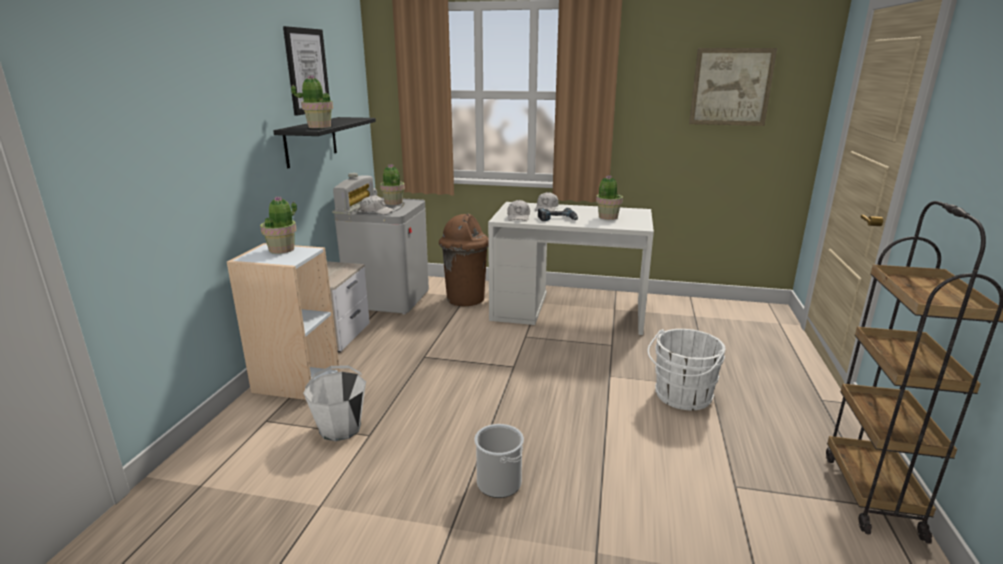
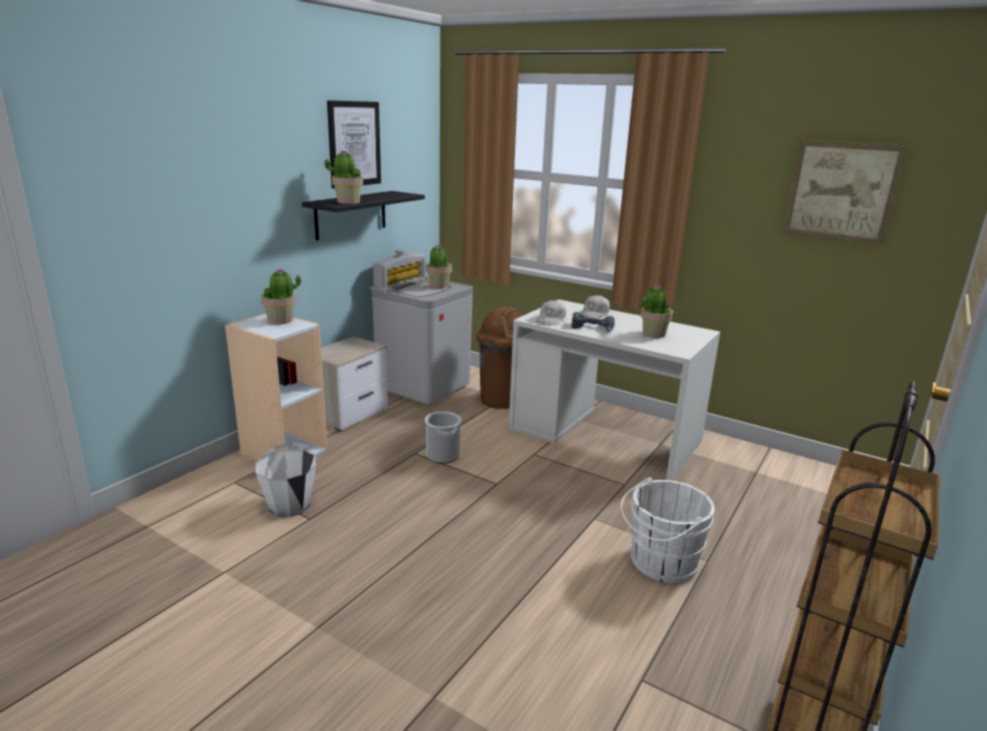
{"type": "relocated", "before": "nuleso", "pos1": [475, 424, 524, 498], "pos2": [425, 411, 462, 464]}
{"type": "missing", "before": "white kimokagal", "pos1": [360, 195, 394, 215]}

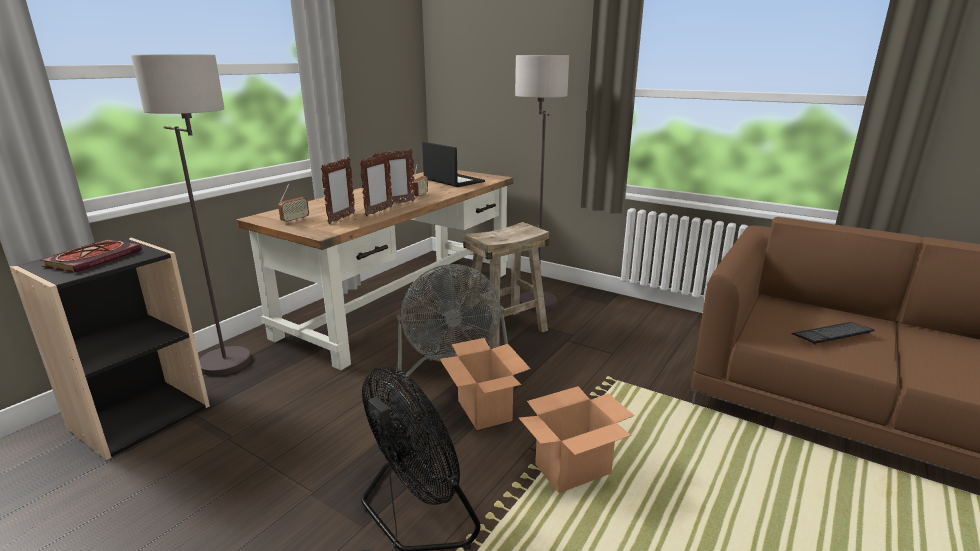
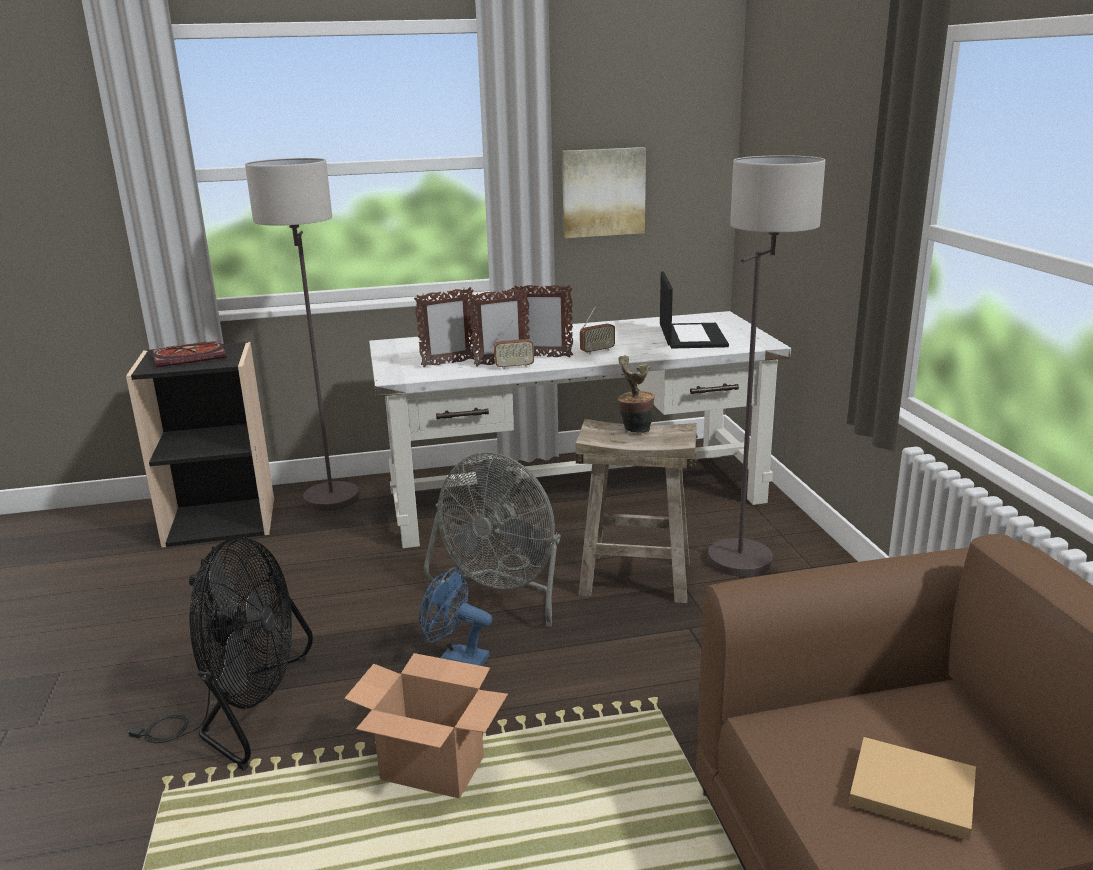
{"type": "colour", "before": "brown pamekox", "after": "white pamekox", "pos1": [236, 170, 514, 370], "pos2": [369, 311, 791, 548]}
{"type": "exchanged", "before": "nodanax", "after": "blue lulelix", "pos1": [440, 338, 531, 430], "pos2": [419, 567, 492, 666]}
{"type": "relocated", "before": "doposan", "pos1": [278, 184, 309, 223], "pos2": [494, 320, 534, 370]}
{"type": "appeared", "after": "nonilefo", "pos2": [562, 147, 646, 238]}
{"type": "appeared", "after": "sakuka", "pos2": [618, 355, 655, 433]}
{"type": "exchanged", "before": "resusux", "after": "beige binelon", "pos1": [791, 322, 874, 345], "pos2": [849, 737, 976, 840]}

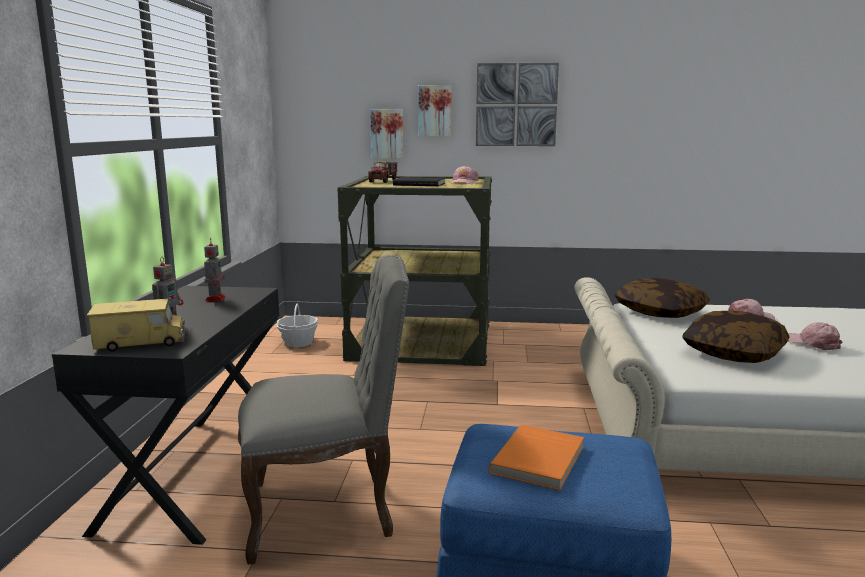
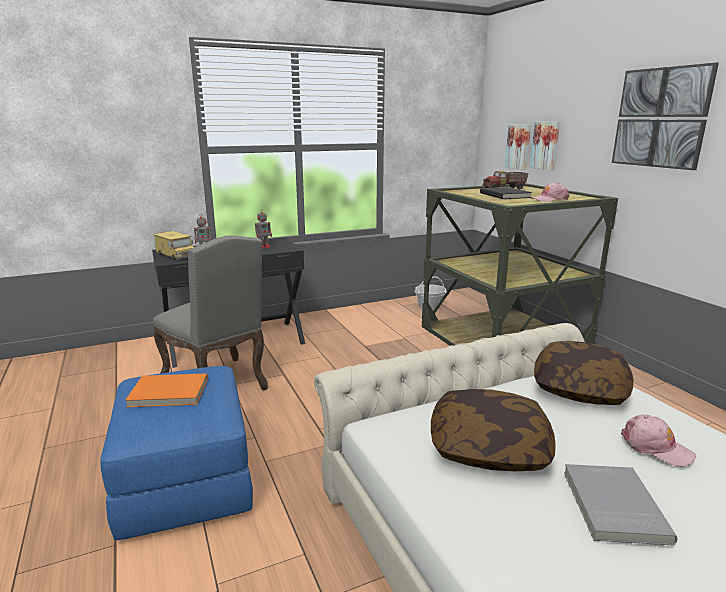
{"type": "relocated", "before": "nonilefo", "pos1": [419, 85, 452, 136], "pos2": [505, 124, 531, 170]}
{"type": "exchanged", "before": "pink kimokagal", "after": "grey binelon", "pos1": [788, 322, 843, 350], "pos2": [564, 464, 678, 546]}

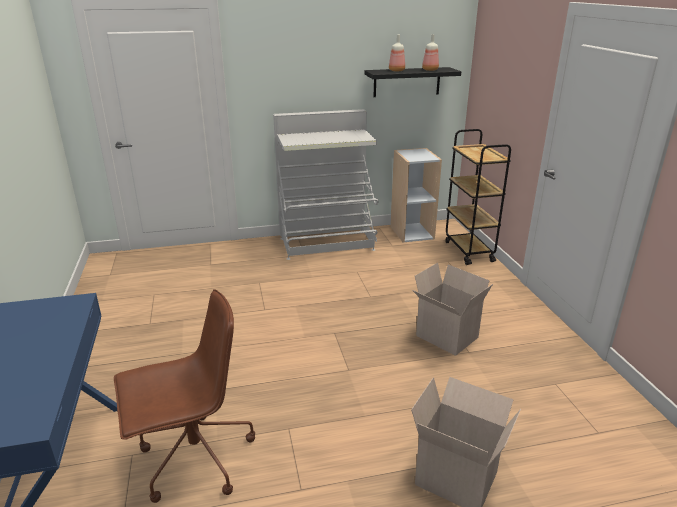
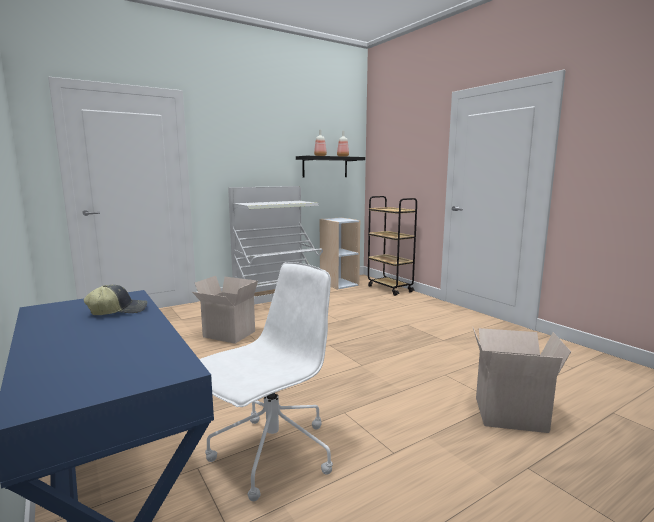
{"type": "appeared", "after": "kimokagal", "pos2": [84, 285, 147, 315]}
{"type": "relocated", "before": "nodanax", "pos1": [412, 263, 493, 356], "pos2": [192, 276, 258, 344]}
{"type": "colour", "before": "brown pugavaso", "after": "white pugavaso", "pos1": [114, 289, 255, 503], "pos2": [199, 262, 333, 501]}

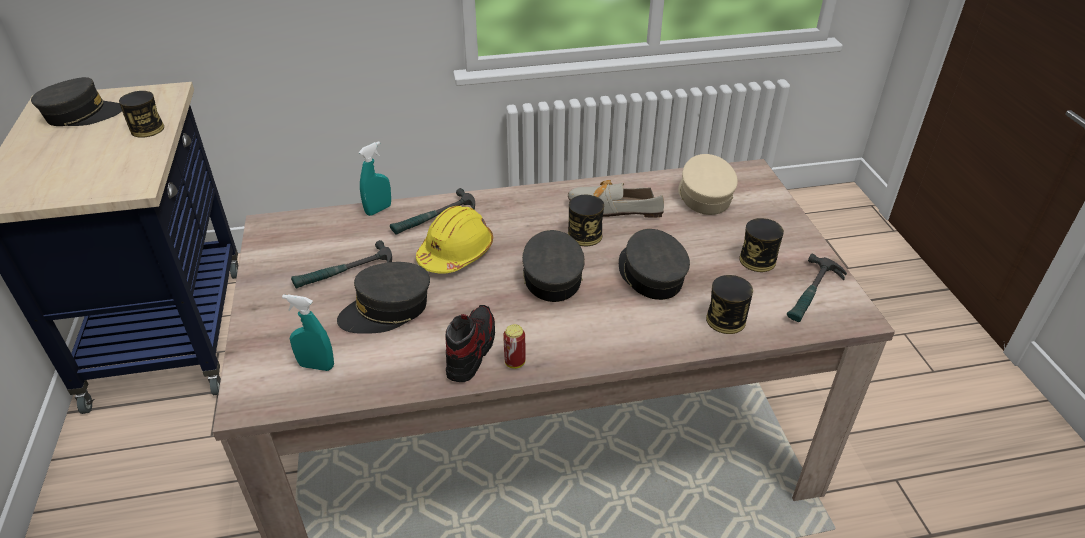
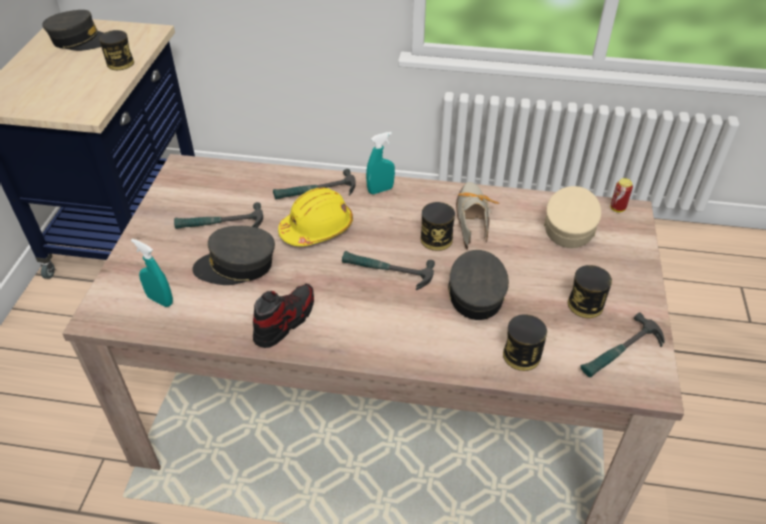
{"type": "exchanged", "before": "grey kimokagal", "after": "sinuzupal", "pos1": [522, 230, 585, 302], "pos2": [342, 251, 435, 290]}
{"type": "relocated", "before": "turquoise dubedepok", "pos1": [359, 141, 391, 216], "pos2": [366, 132, 395, 194]}
{"type": "spun", "before": "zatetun", "pos1": [568, 180, 664, 218], "pos2": [456, 182, 500, 250], "turn": 60}
{"type": "relocated", "before": "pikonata", "pos1": [503, 324, 526, 369], "pos2": [610, 178, 633, 212]}

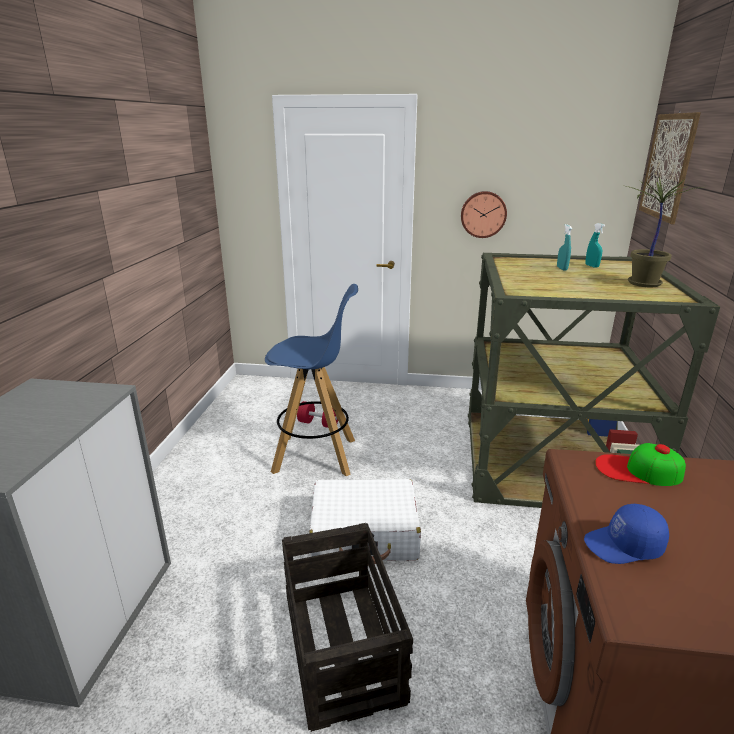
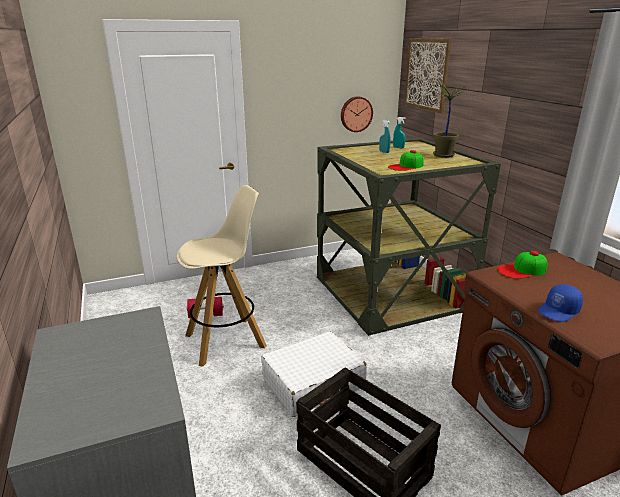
{"type": "colour", "before": "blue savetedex", "after": "beige savetedex", "pos1": [265, 284, 358, 476], "pos2": [177, 185, 267, 367]}
{"type": "relocated", "before": "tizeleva", "pos1": [461, 191, 507, 238], "pos2": [341, 96, 373, 132]}
{"type": "appeared", "after": "kimokagal", "pos2": [388, 150, 423, 171]}

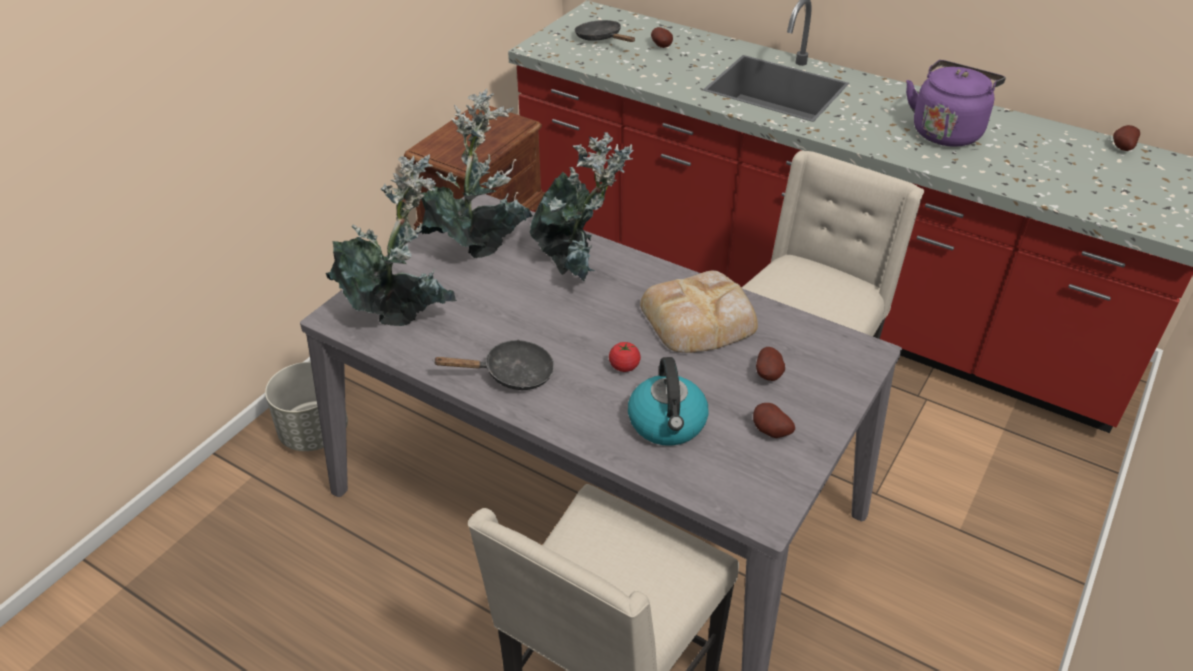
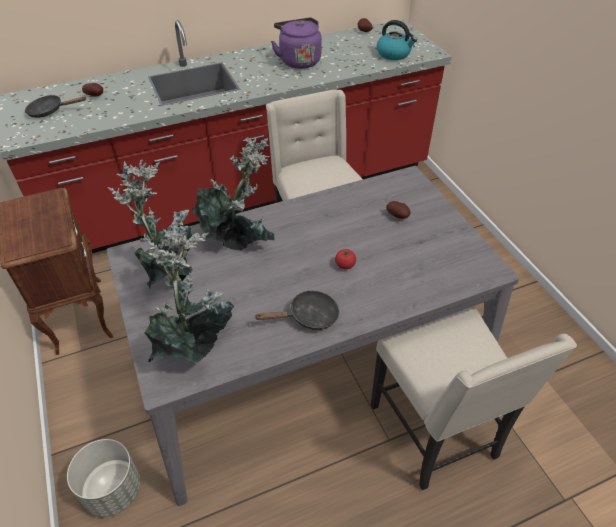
{"type": "spun", "before": "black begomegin", "pos1": [432, 339, 554, 390], "pos2": [254, 290, 340, 330], "turn": 45}
{"type": "relocated", "before": "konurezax", "pos1": [628, 357, 709, 446], "pos2": [377, 20, 417, 60]}
{"type": "missing", "before": "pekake", "pos1": [640, 270, 758, 353]}
{"type": "missing", "before": "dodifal", "pos1": [753, 403, 795, 438]}

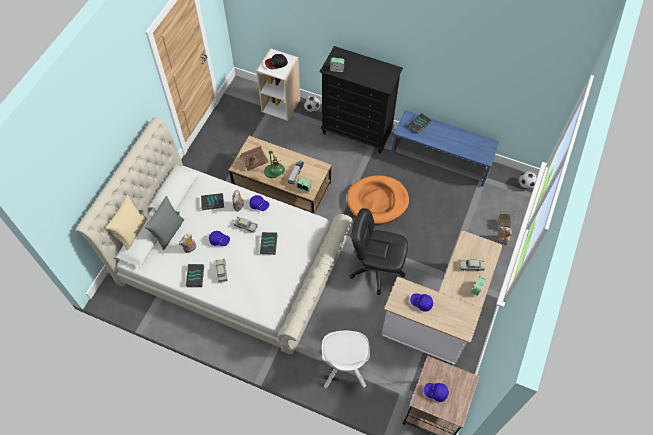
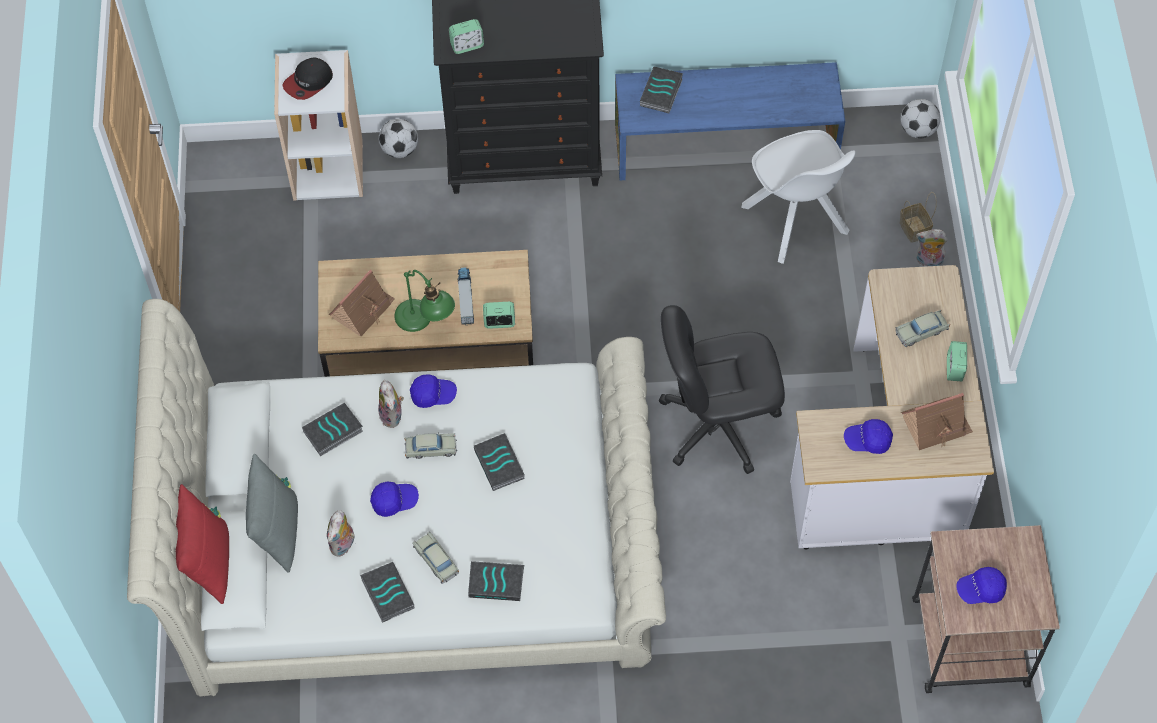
{"type": "colour", "before": "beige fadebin", "after": "red fadebin", "pos1": [106, 195, 148, 251], "pos2": [176, 484, 229, 604]}
{"type": "appeared", "after": "binelon", "pos2": [468, 561, 524, 601]}
{"type": "relocated", "before": "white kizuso", "pos1": [322, 330, 370, 388], "pos2": [741, 130, 855, 264]}
{"type": "appeared", "after": "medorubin", "pos2": [901, 393, 973, 450]}
{"type": "missing", "before": "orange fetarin", "pos1": [347, 175, 409, 224]}

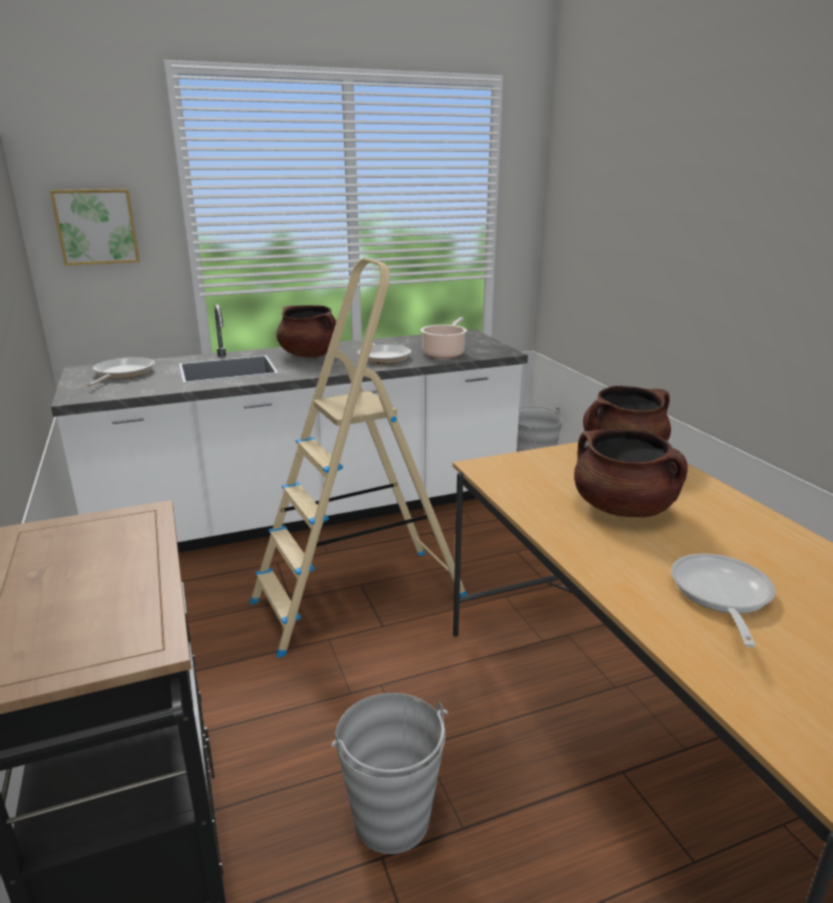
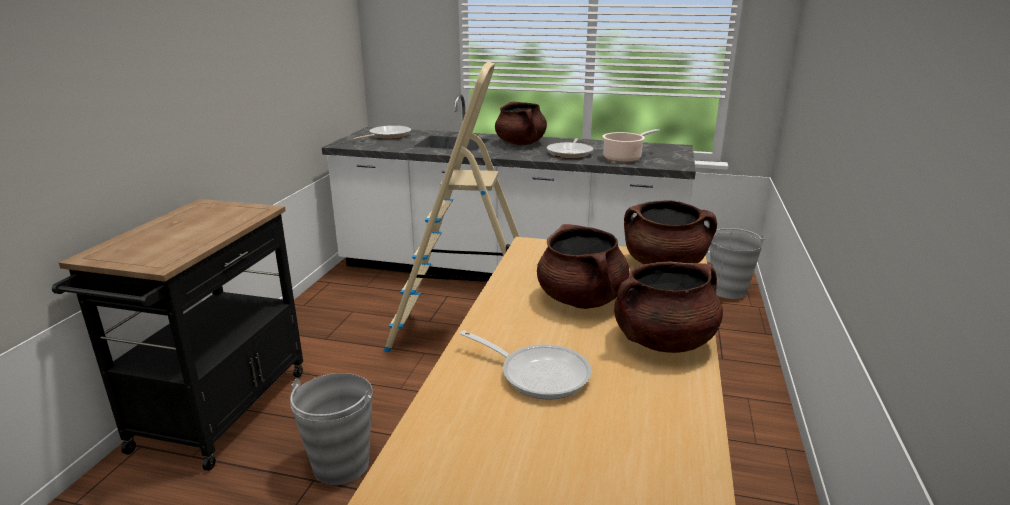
{"type": "spun", "before": "begomegin", "pos1": [671, 553, 775, 647], "pos2": [460, 330, 591, 400], "turn": 75}
{"type": "appeared", "after": "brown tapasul", "pos2": [614, 261, 723, 353]}
{"type": "missing", "before": "nonilefo", "pos1": [50, 189, 140, 266]}

